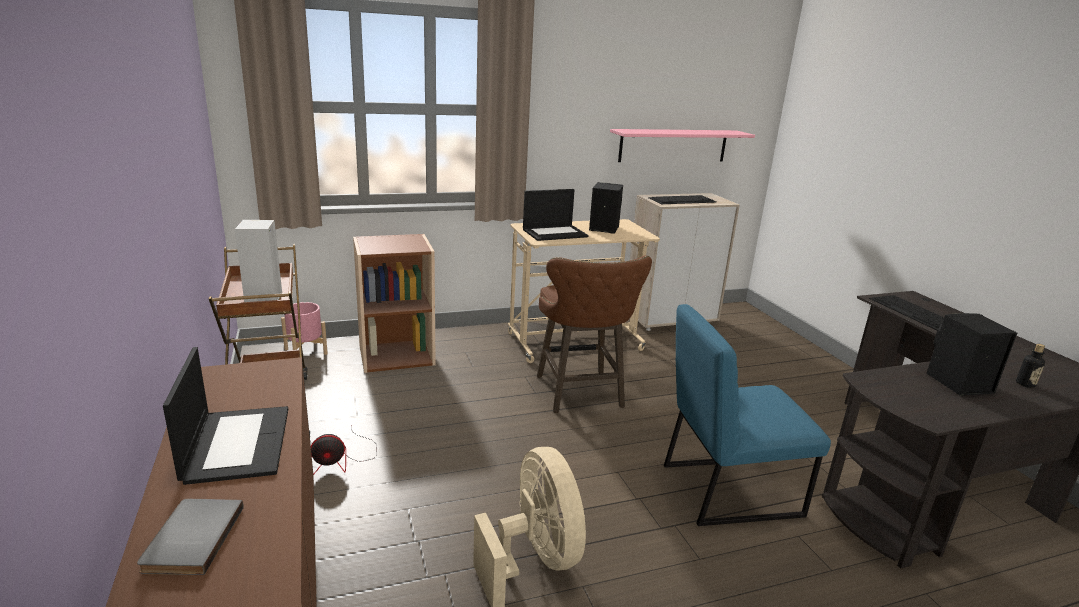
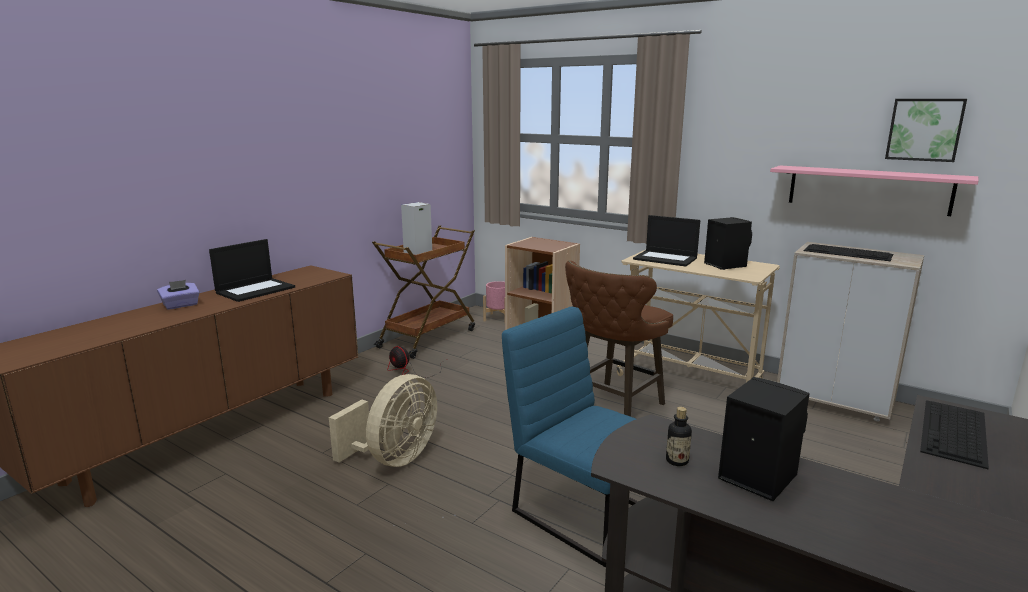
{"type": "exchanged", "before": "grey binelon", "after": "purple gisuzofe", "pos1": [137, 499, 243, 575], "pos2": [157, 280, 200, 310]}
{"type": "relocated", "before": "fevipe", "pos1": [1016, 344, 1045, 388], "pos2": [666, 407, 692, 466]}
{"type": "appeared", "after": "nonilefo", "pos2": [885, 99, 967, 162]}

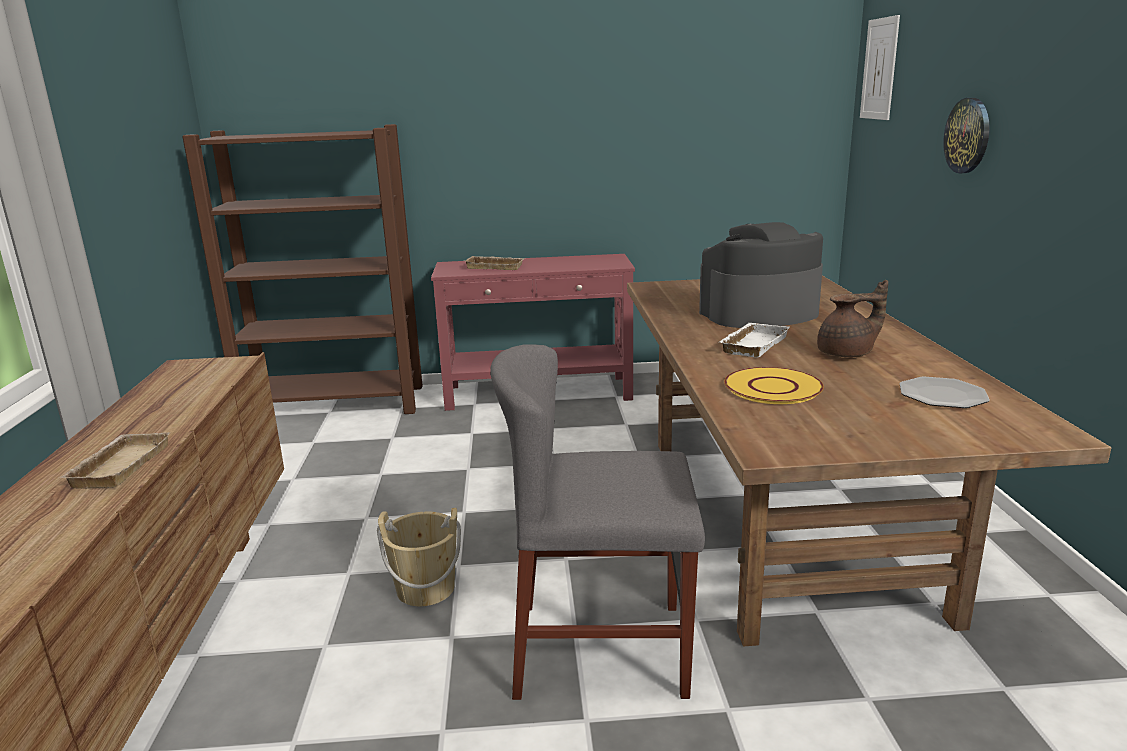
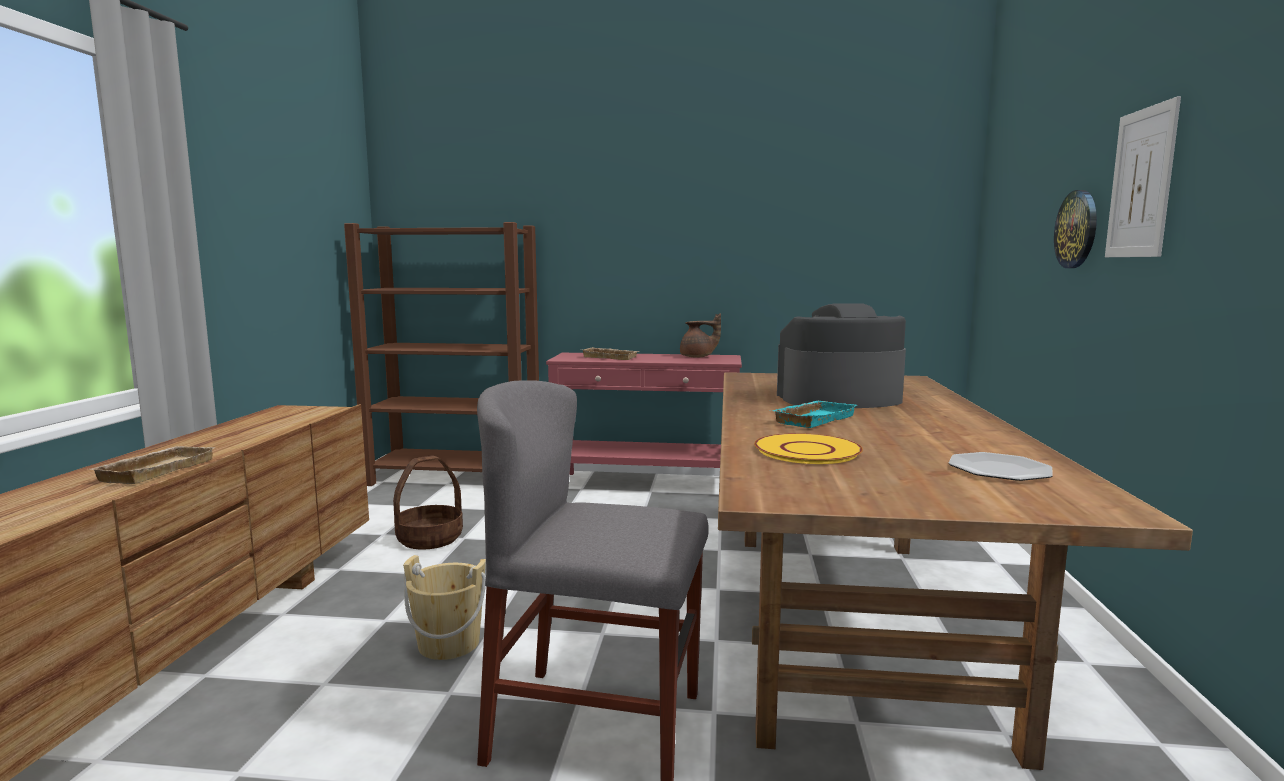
{"type": "appeared", "after": "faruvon", "pos2": [393, 455, 463, 550]}
{"type": "relocated", "before": "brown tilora", "pos1": [817, 280, 888, 357], "pos2": [680, 313, 721, 357]}
{"type": "colour", "before": "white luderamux", "after": "turquoise luderamux", "pos1": [719, 323, 790, 358], "pos2": [770, 401, 857, 428]}
{"type": "relocated", "before": "nonilefo", "pos1": [860, 15, 900, 120], "pos2": [1105, 96, 1181, 257]}

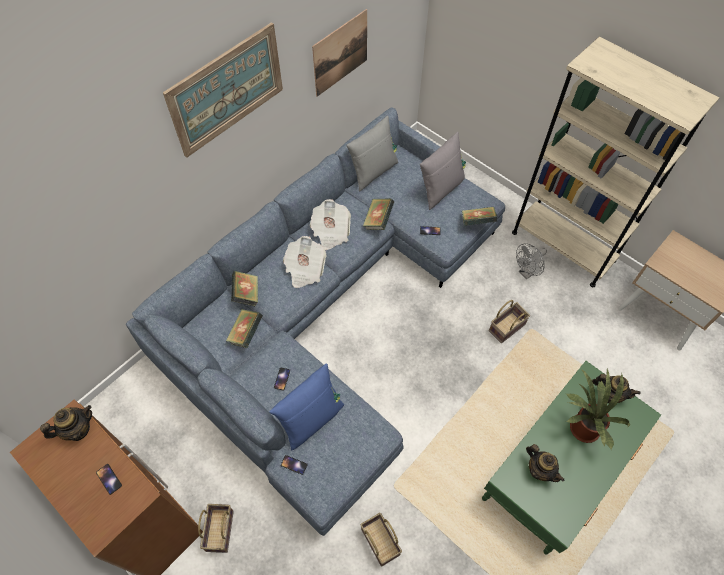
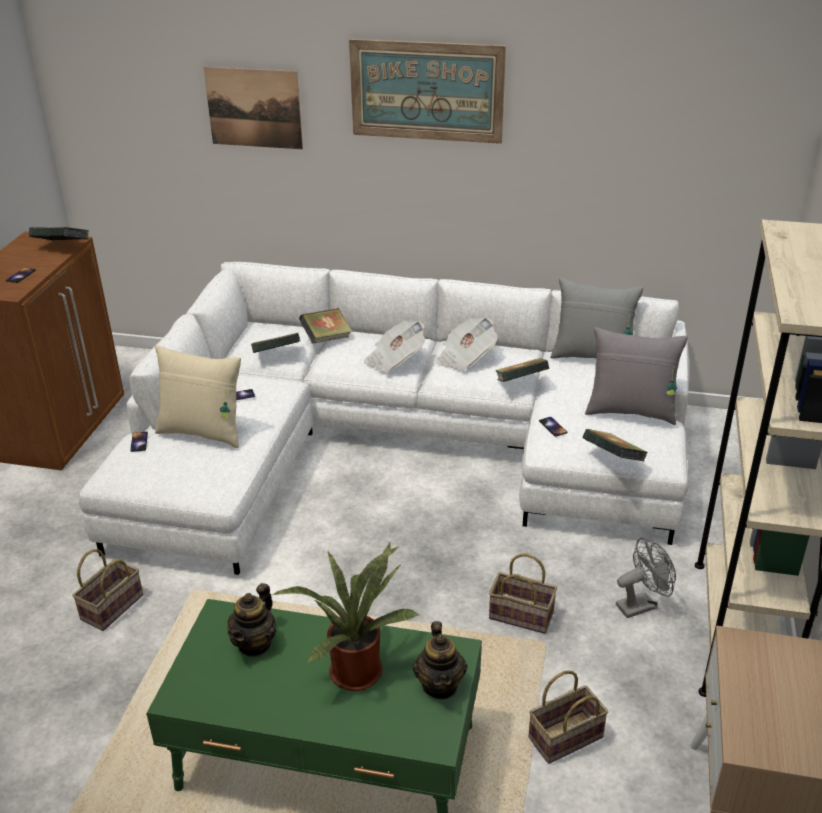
{"type": "exchanged", "before": "tilora", "after": "binelon", "pos1": [40, 405, 92, 441], "pos2": [29, 227, 89, 241]}
{"type": "colour", "before": "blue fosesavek", "after": "white fosesavek", "pos1": [126, 107, 505, 536], "pos2": [79, 262, 689, 575]}
{"type": "colour", "before": "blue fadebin", "after": "beige fadebin", "pos1": [269, 363, 344, 450], "pos2": [155, 345, 241, 448]}
{"type": "relocated", "before": "nonilefo", "pos1": [312, 9, 367, 97], "pos2": [203, 67, 303, 149]}
{"type": "relocated", "before": "faruvon", "pos1": [198, 504, 234, 553], "pos2": [528, 670, 608, 764]}
{"type": "spun", "before": "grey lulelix", "pos1": [516, 243, 547, 279], "pos2": [616, 538, 676, 618], "turn": 135}

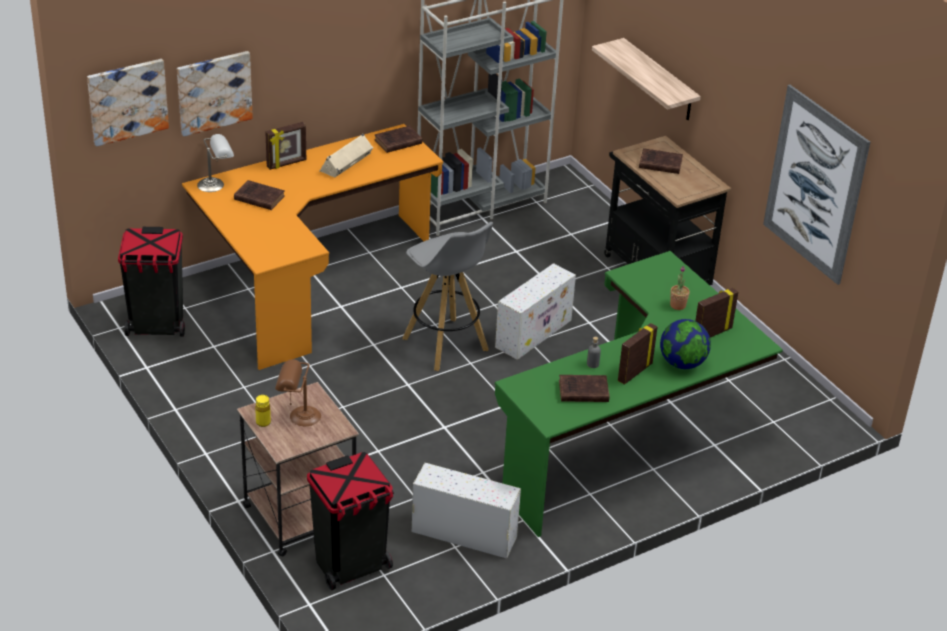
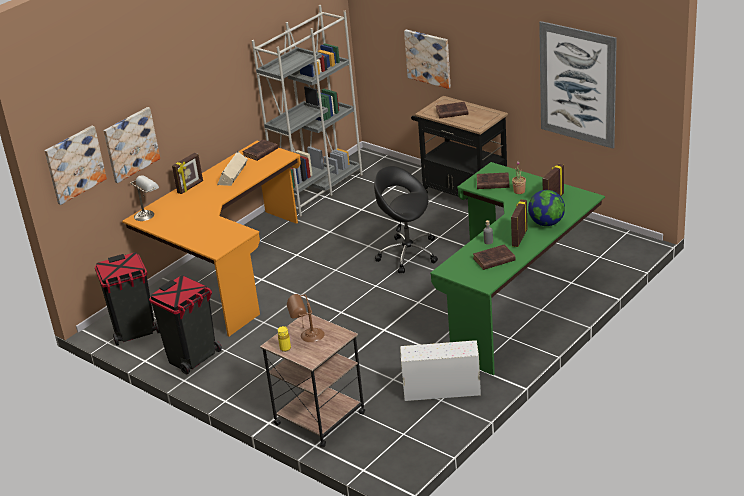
{"type": "relocated", "before": "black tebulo", "pos1": [307, 452, 394, 590], "pos2": [149, 276, 222, 375]}
{"type": "exchanged", "before": "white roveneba", "after": "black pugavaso", "pos1": [495, 263, 576, 360], "pos2": [374, 166, 438, 273]}
{"type": "exchanged", "before": "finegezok", "after": "nonilefo", "pos1": [592, 38, 701, 120], "pos2": [404, 30, 451, 89]}
{"type": "relocated", "before": "brown binelon", "pos1": [234, 180, 285, 210], "pos2": [477, 172, 509, 189]}
{"type": "missing", "before": "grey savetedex", "pos1": [402, 222, 493, 371]}

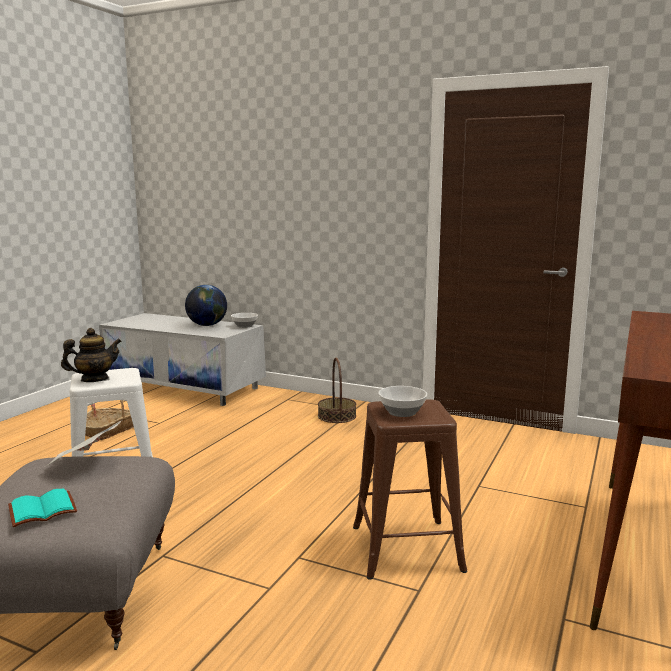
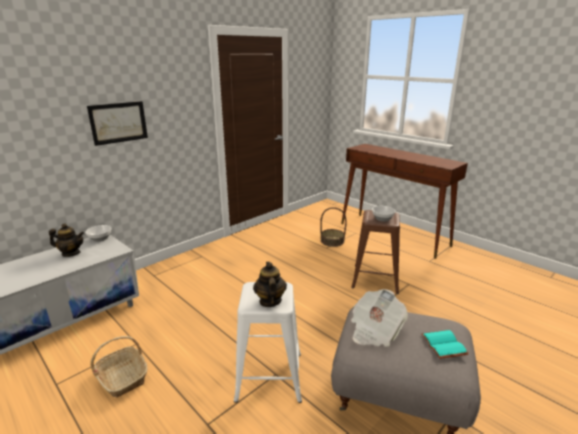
{"type": "exchanged", "before": "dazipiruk", "after": "tilora", "pos1": [185, 285, 227, 326], "pos2": [49, 224, 84, 257]}
{"type": "appeared", "after": "nonilefo", "pos2": [87, 101, 148, 146]}
{"type": "relocated", "before": "faruvon", "pos1": [318, 358, 356, 423], "pos2": [320, 207, 347, 247]}

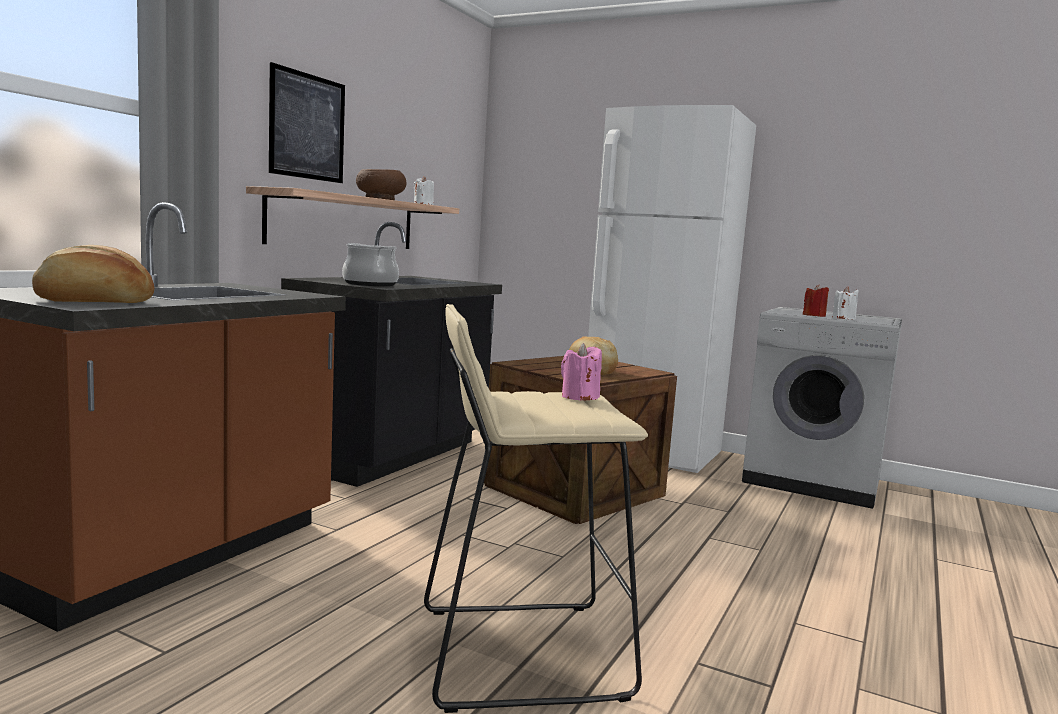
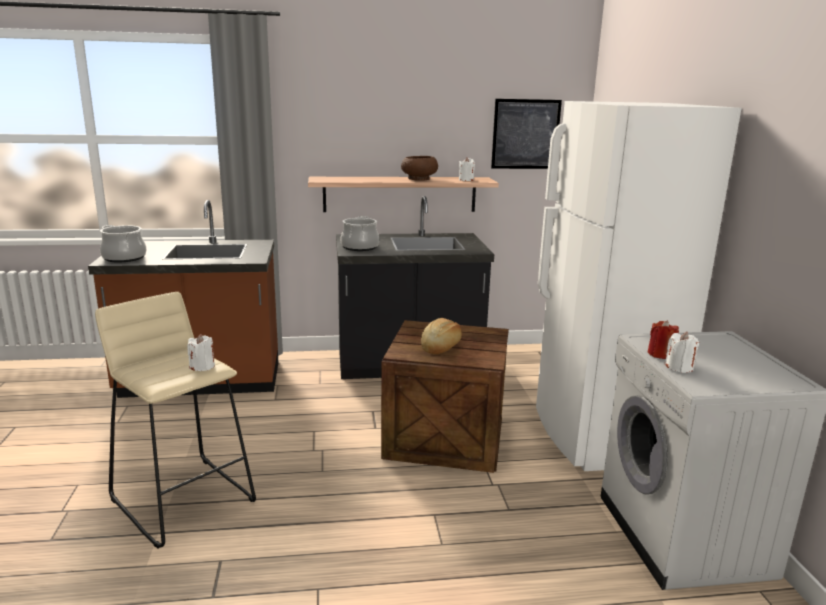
{"type": "exchanged", "before": "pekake", "after": "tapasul", "pos1": [32, 245, 154, 303], "pos2": [100, 225, 146, 263]}
{"type": "colour", "before": "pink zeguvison", "after": "white zeguvison", "pos1": [561, 343, 602, 401], "pos2": [187, 334, 215, 371]}
{"type": "relocated", "before": "nonilefo", "pos1": [269, 62, 345, 183], "pos2": [491, 99, 562, 169]}

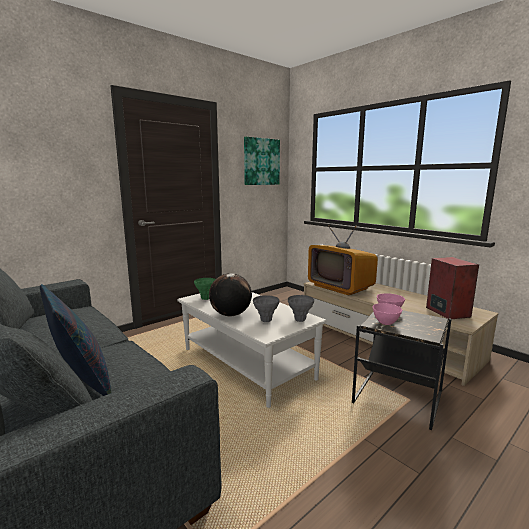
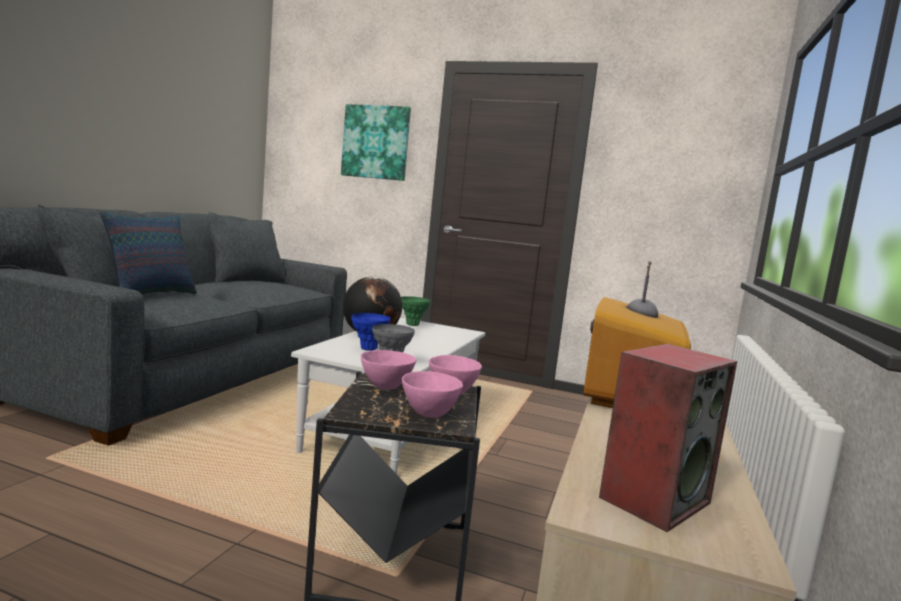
{"type": "relocated", "before": "nonilefo", "pos1": [244, 137, 280, 185], "pos2": [341, 104, 411, 181]}
{"type": "colour", "before": "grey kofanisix", "after": "blue kofanisix", "pos1": [253, 295, 279, 322], "pos2": [351, 313, 391, 351]}
{"type": "appeared", "after": "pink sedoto", "pos2": [402, 371, 463, 418]}

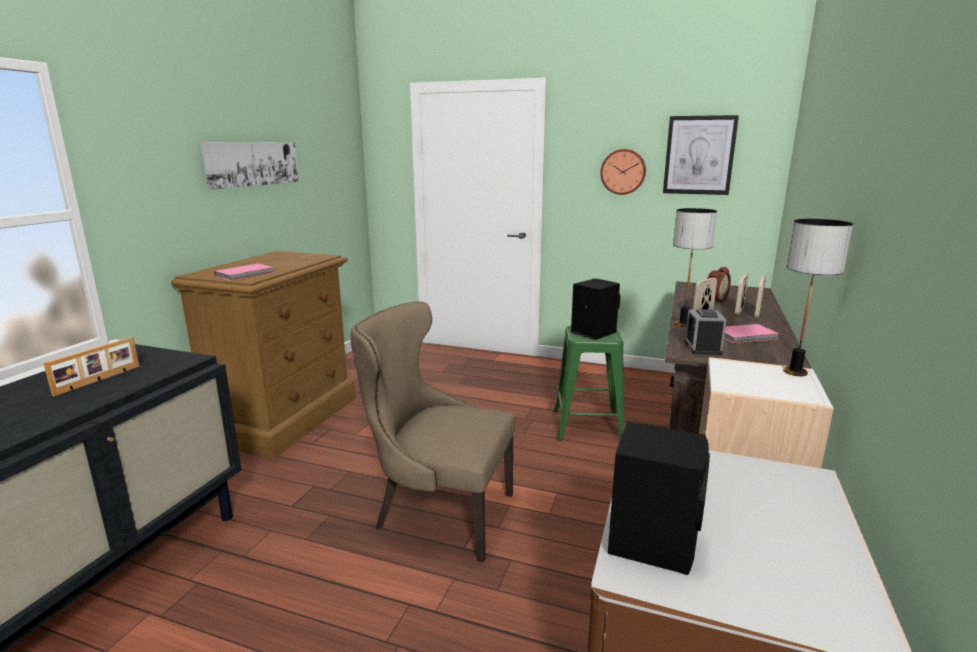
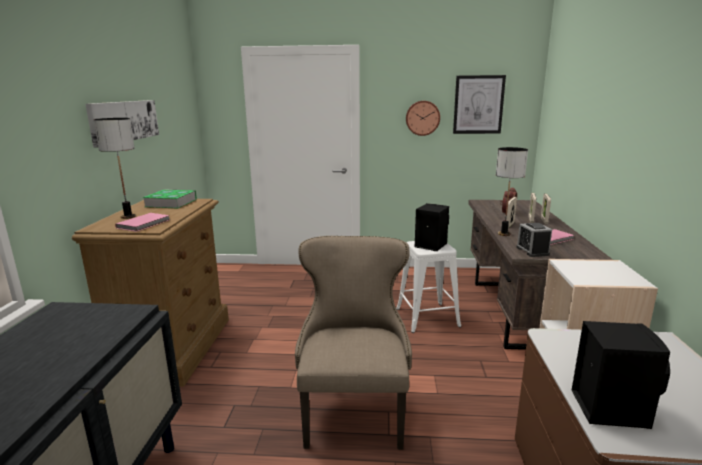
{"type": "relocated", "before": "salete", "pos1": [783, 219, 853, 376], "pos2": [94, 118, 136, 219]}
{"type": "appeared", "after": "binelon", "pos2": [143, 189, 197, 209]}
{"type": "spun", "before": "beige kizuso", "pos1": [351, 301, 516, 563], "pos2": [295, 236, 412, 450], "turn": 90}
{"type": "colour", "before": "green savetedex", "after": "white savetedex", "pos1": [554, 326, 625, 441], "pos2": [396, 241, 461, 333]}
{"type": "missing", "before": "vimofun", "pos1": [43, 337, 139, 396]}

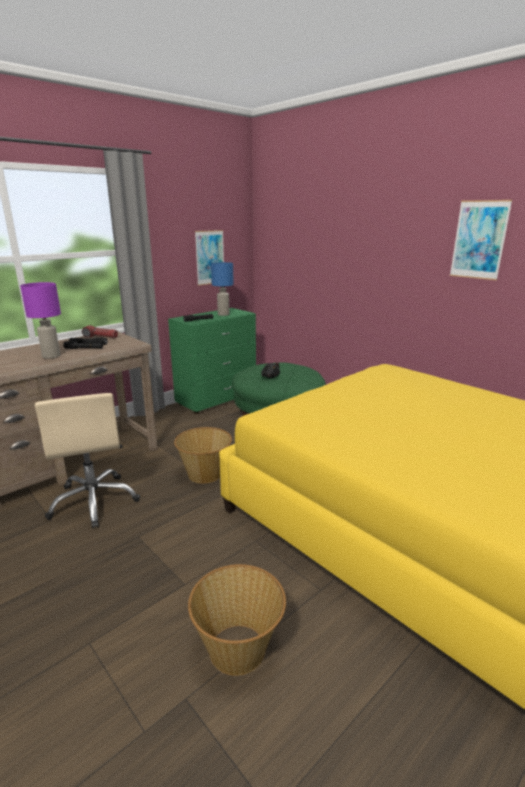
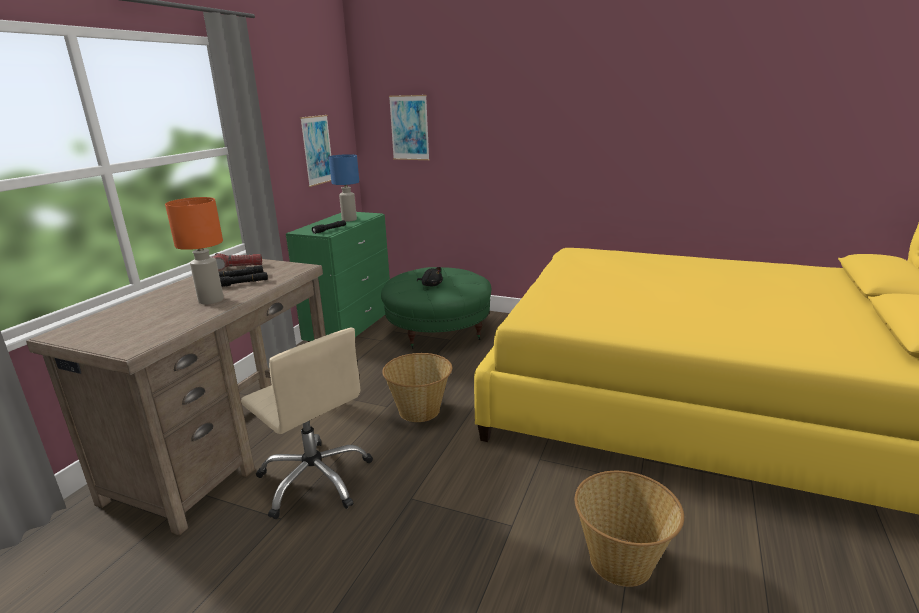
{"type": "colour", "before": "purple salete", "after": "orange salete", "pos1": [20, 282, 61, 359], "pos2": [165, 197, 224, 305]}
{"type": "relocated", "before": "nonilefo", "pos1": [450, 200, 512, 280], "pos2": [389, 95, 429, 160]}

